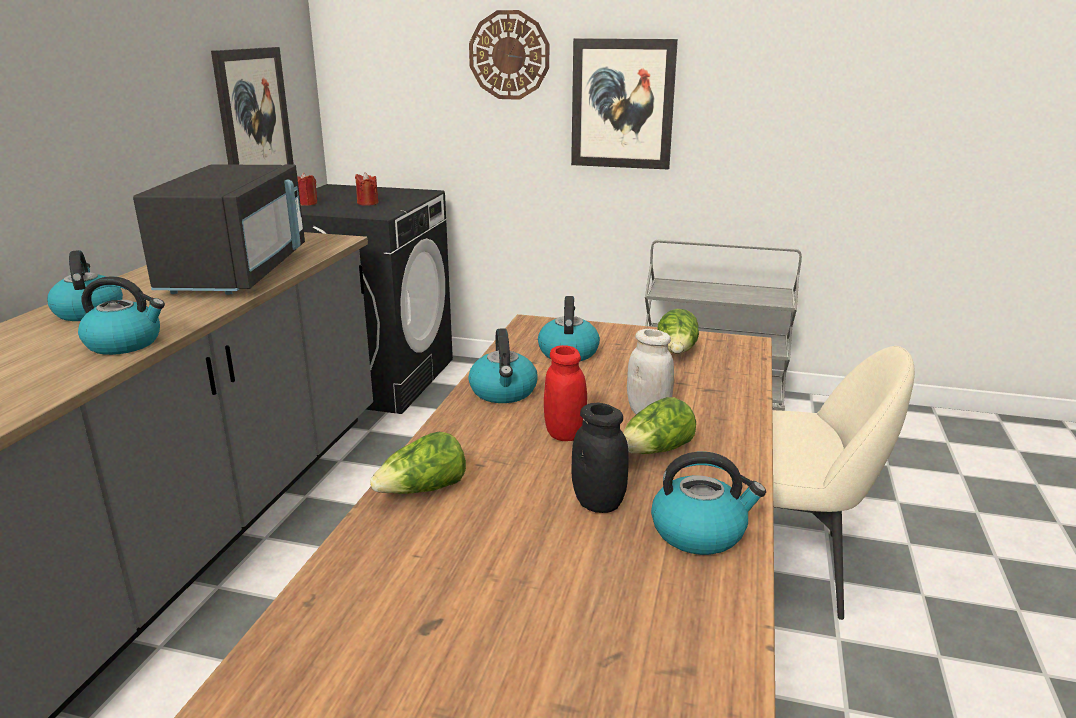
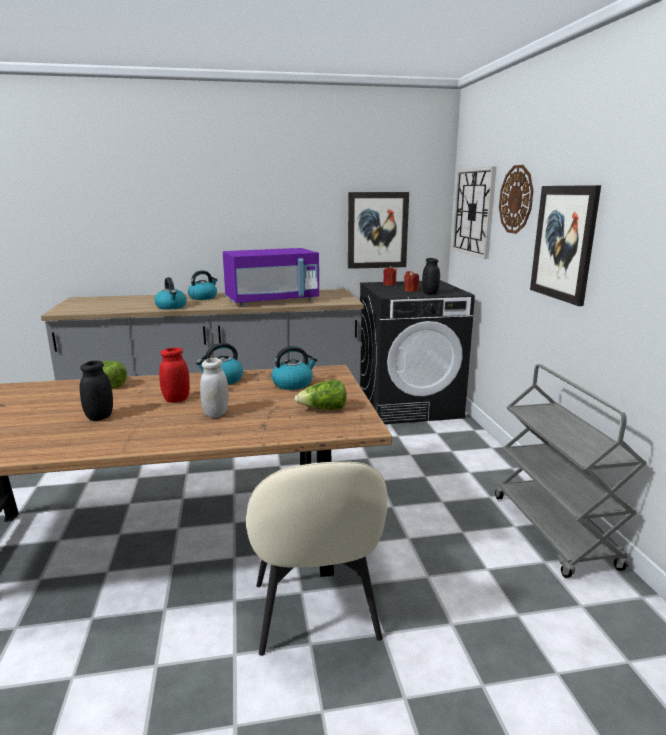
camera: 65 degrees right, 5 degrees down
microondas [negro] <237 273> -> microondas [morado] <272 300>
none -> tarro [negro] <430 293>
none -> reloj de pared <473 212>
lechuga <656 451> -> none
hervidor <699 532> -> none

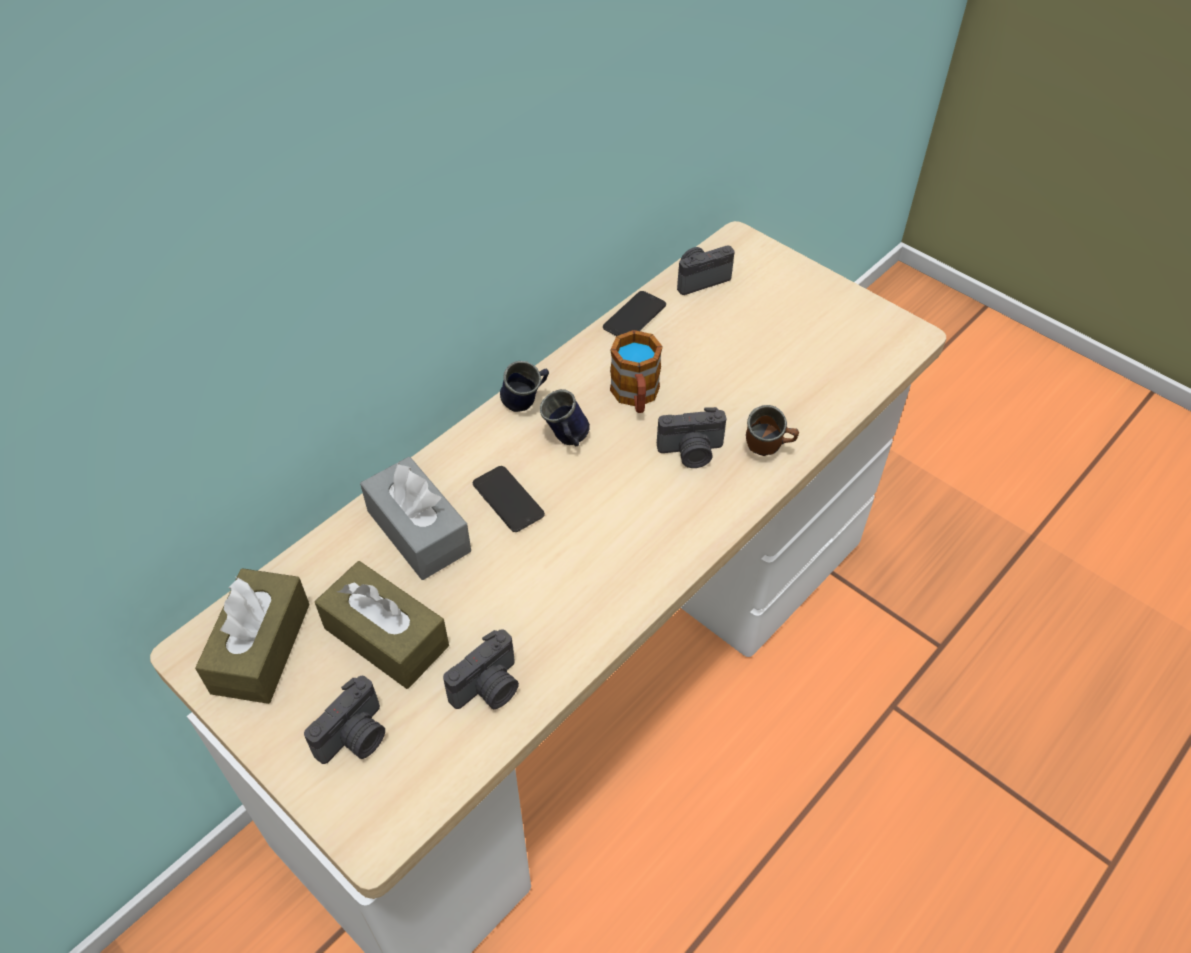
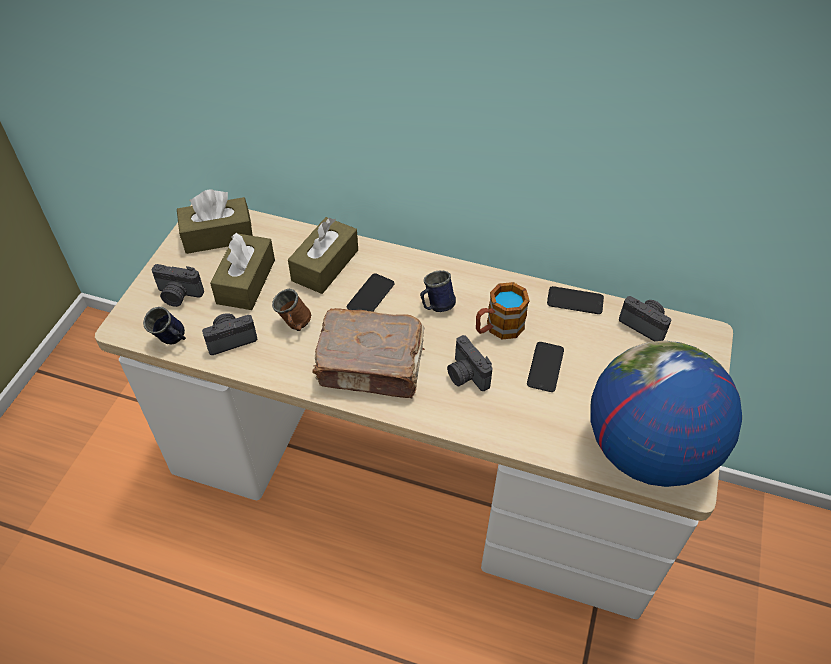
camera: 65 degrees right, 0 degrees up
taza grande [azul] <527 403> -> taza grande [azul] <172 341>, move
cámara <489 688> -> cámara <230 339>, 135 degrees clockwise
taza grande [marrón] <768 450> -> taza grande [marrón] <294 326>, move
caja de pañuelos [gris] <418 531> -> caja de pañuelos [marrón] <325 265>
none -> libro [marrón] <372 366>
none -> móvil <545 367>
none -> globo terráqueo <646 450>

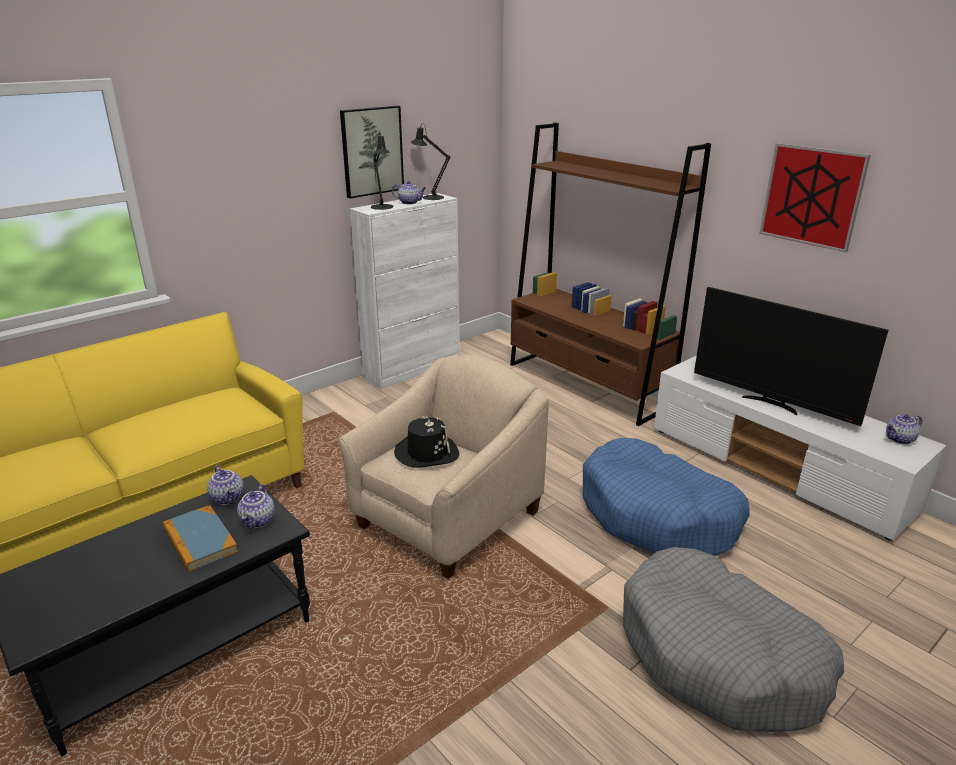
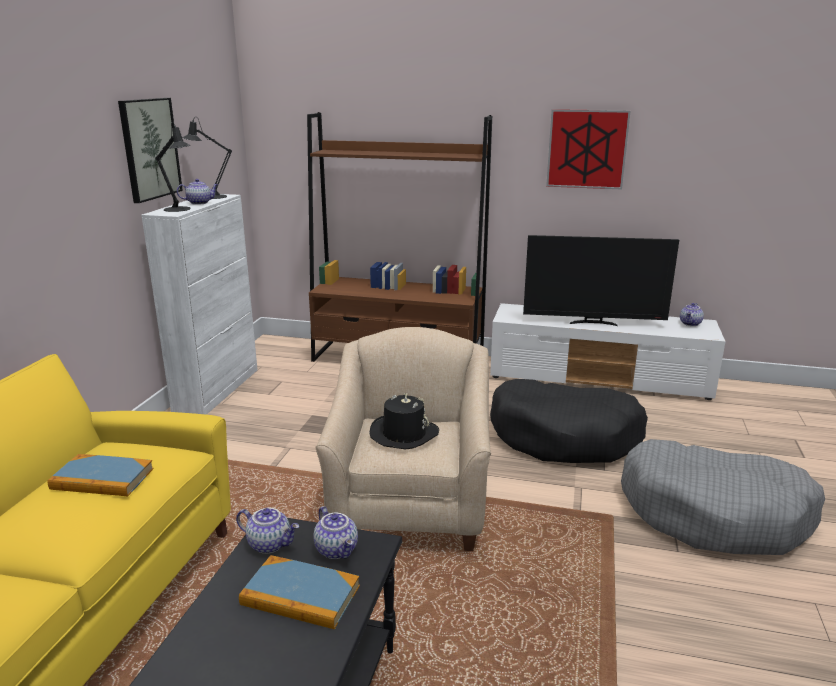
camera: 35 degrees left, 5 degrees down
none -> libro <102 479>
cama para perro [azul] <658 515> -> cama para perro [negro] <564 437>

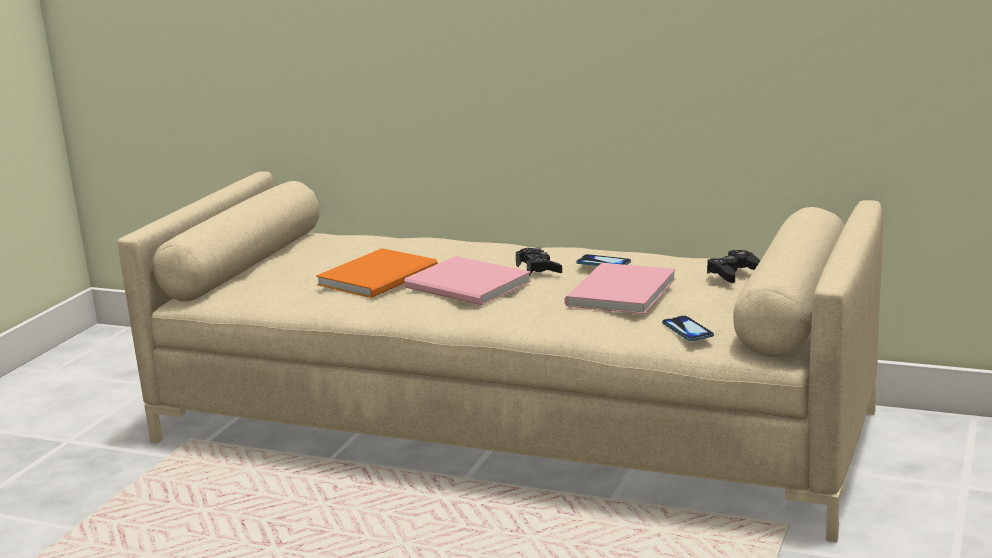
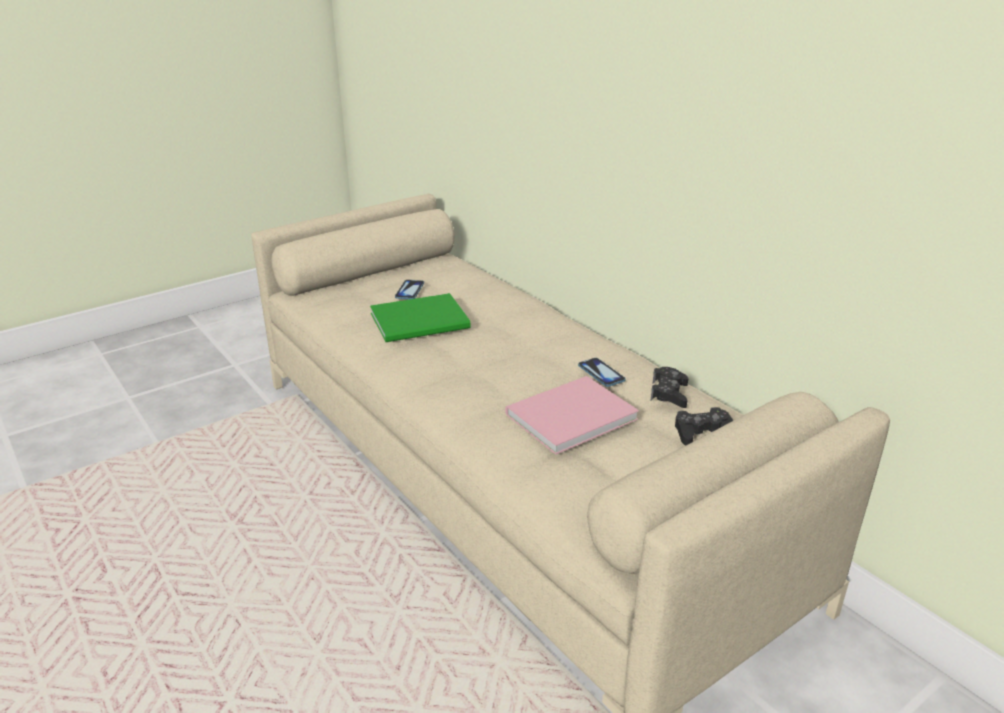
camera: 30 degrees right, 10 degrees up
libro [naranja] <382 276> -> libro [verde] <423 321>
móvil <687 330> -> móvil <409 291>, move
mando de consola [negro] <538 269> -> mando de consola [negro] <669 393>, move
libro [rosa] <468 286> -> none

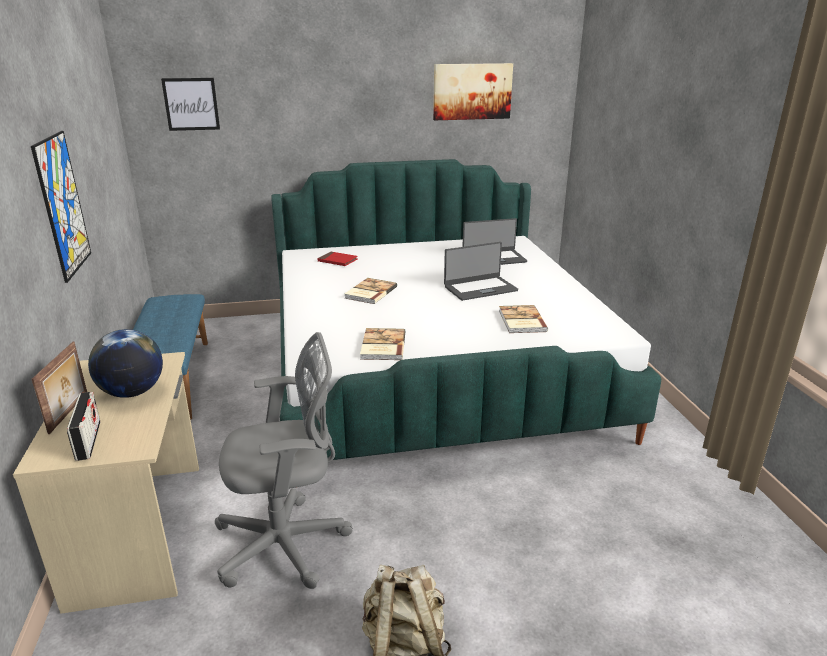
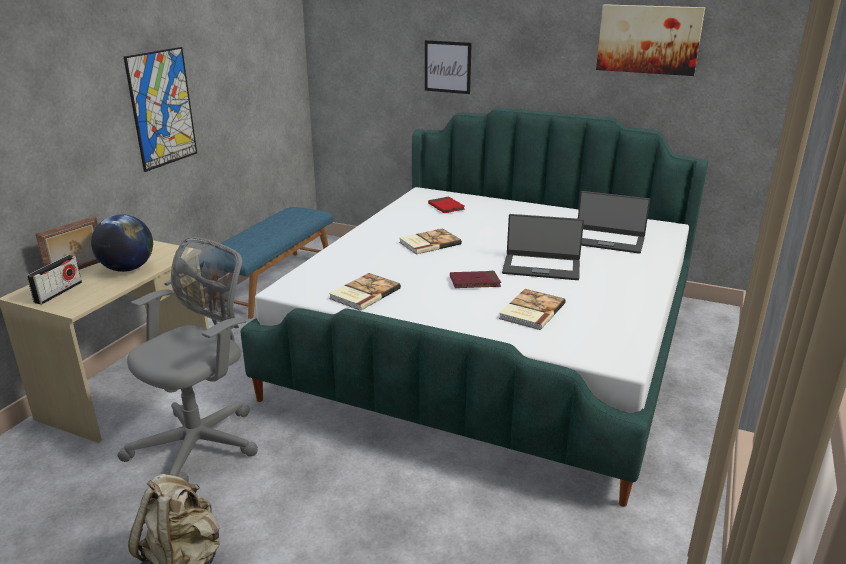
camera: 35 degrees right, 0 degrees up
silla de oficina [gris] <287 544> -> silla de oficina [gris] <201 442>, 75 degrees counterclockwise
cuadro <191 104> -> cuadro <447 67>, move
none -> libro [rojo] <474 282>

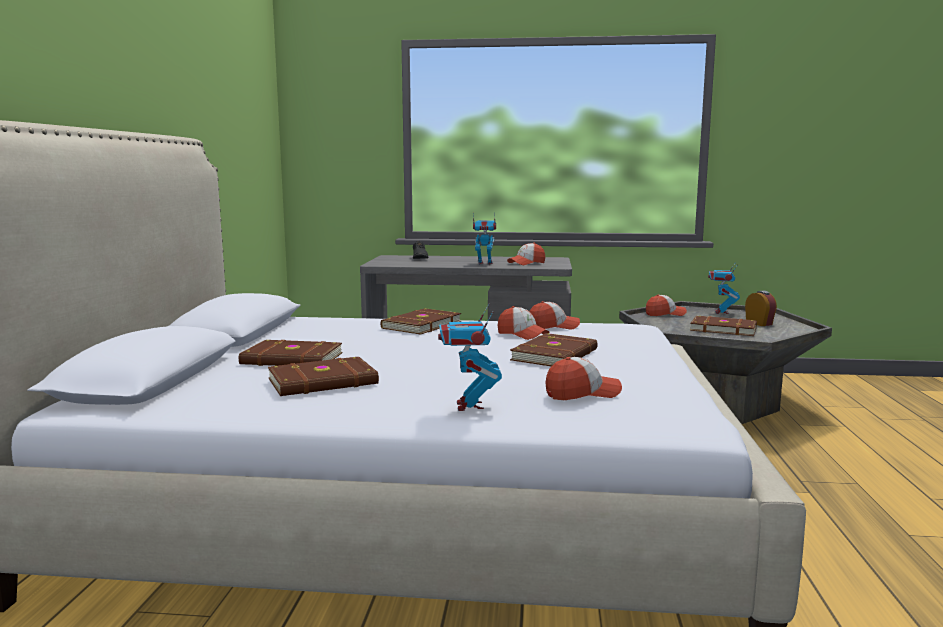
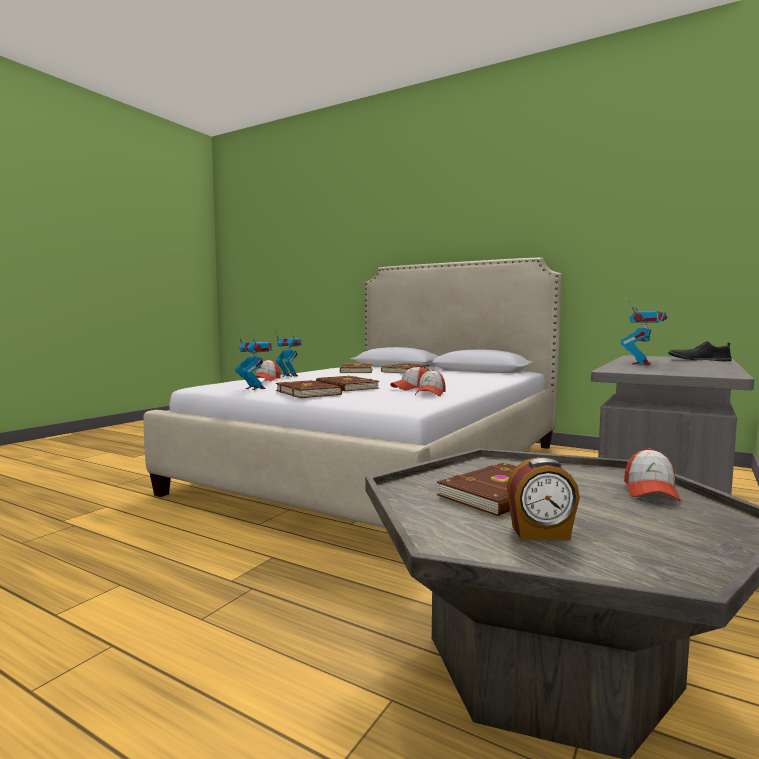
camera: 115 degrees right, 5 degrees down
robot de juguete <721 312> -> robot de juguete <255 388>, move
libro [marrón] <420 325> -> libro [marrón] <308 393>, move
gorra <526 263> -> none

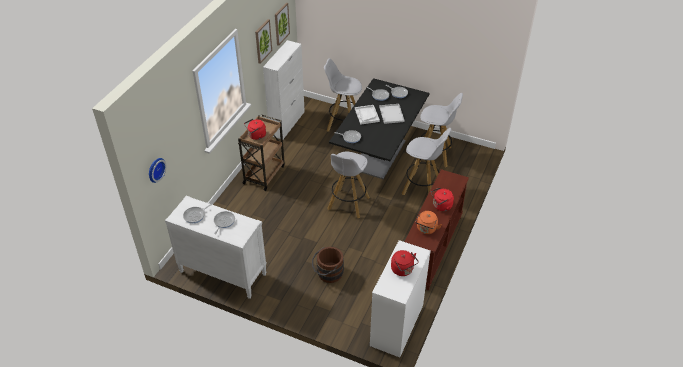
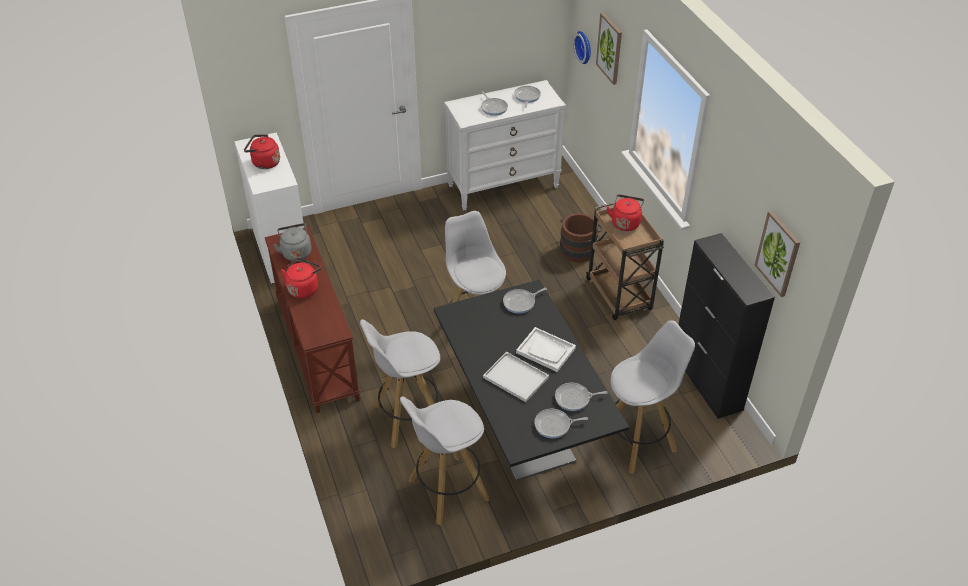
camera: 135 degrees right, 0 degrees up
hervidor [naranja] <426 229> -> hervidor [gris] <296 252>
cubo [marrón] <327 274> -> cubo [marrón] <578 249>, move
cuadro <263 41> -> cuadro <610 48>, move
armario [blanco] <287 123> -> armario [negro] <707 381>

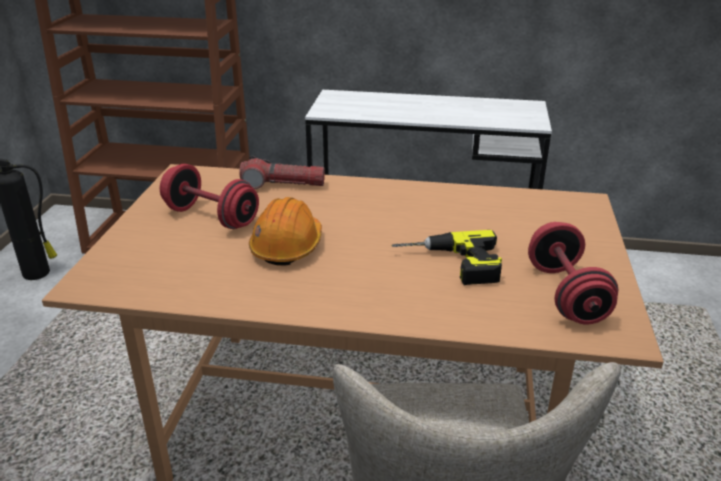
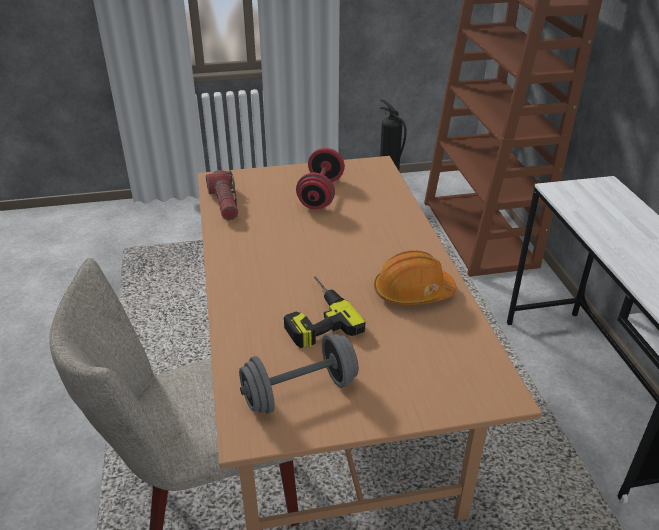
camera: 70 degrees right, 5 degrees up
linterna <283 185> -> linterna <225 203>, move
mancuerna [rojo] <566 294> -> mancuerna [gris] <299 392>
casco [naranja] <287 246> -> casco [naranja] <412 292>, move

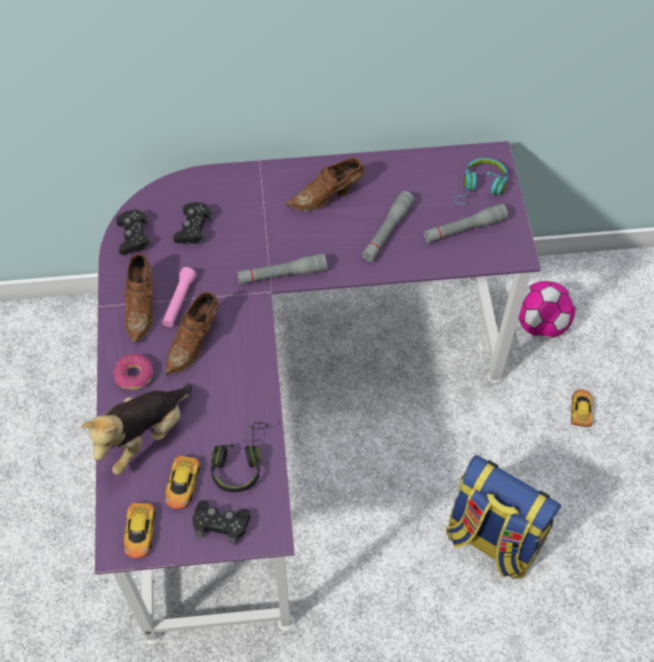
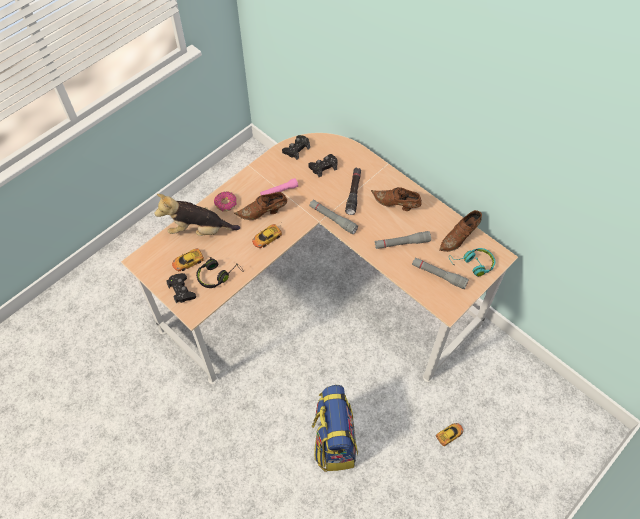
camera: 50 degrees right, 0 degrees up
escritorio [morado] <283 407> -> escritorio [beis] <319 295>
coche de juguete <139 532> -> coche de juguete <267 238>, move
none -> linterna [negro] <353 193>
zapato [marrón] <142 306> -> zapato [marrón] <459 237>, move
balón de fútbol <540 324> -> none

